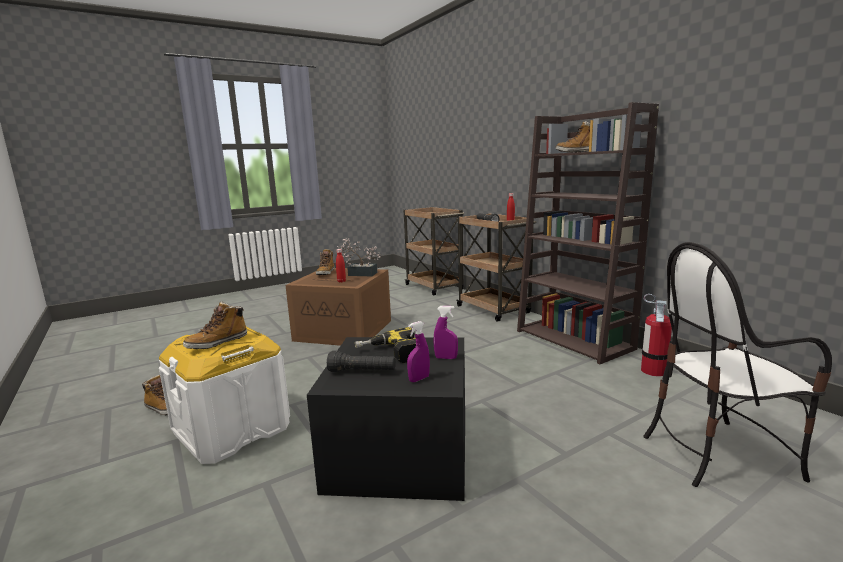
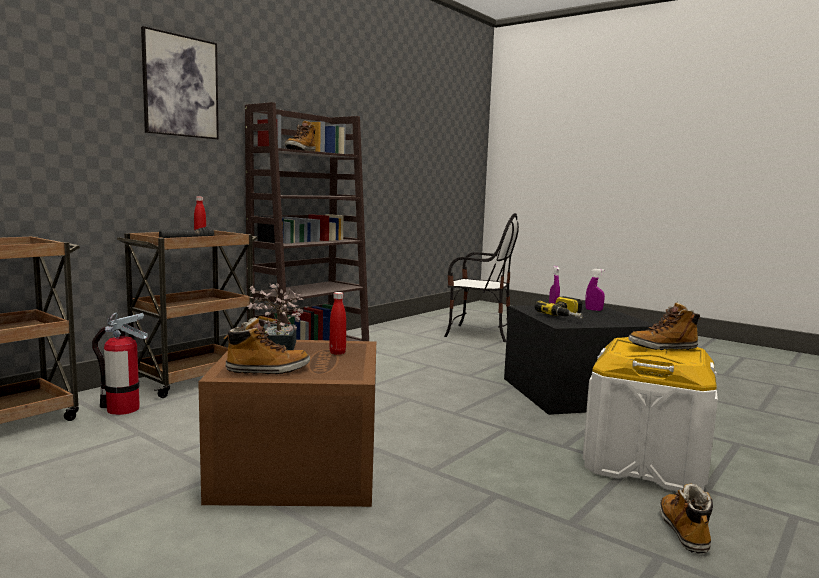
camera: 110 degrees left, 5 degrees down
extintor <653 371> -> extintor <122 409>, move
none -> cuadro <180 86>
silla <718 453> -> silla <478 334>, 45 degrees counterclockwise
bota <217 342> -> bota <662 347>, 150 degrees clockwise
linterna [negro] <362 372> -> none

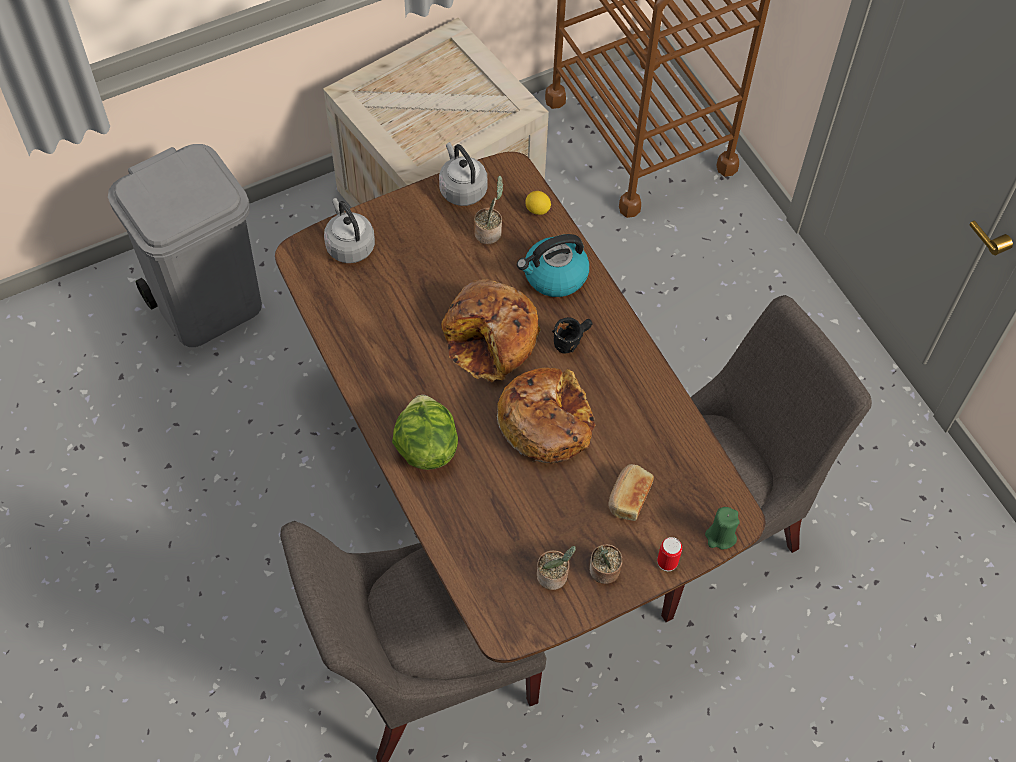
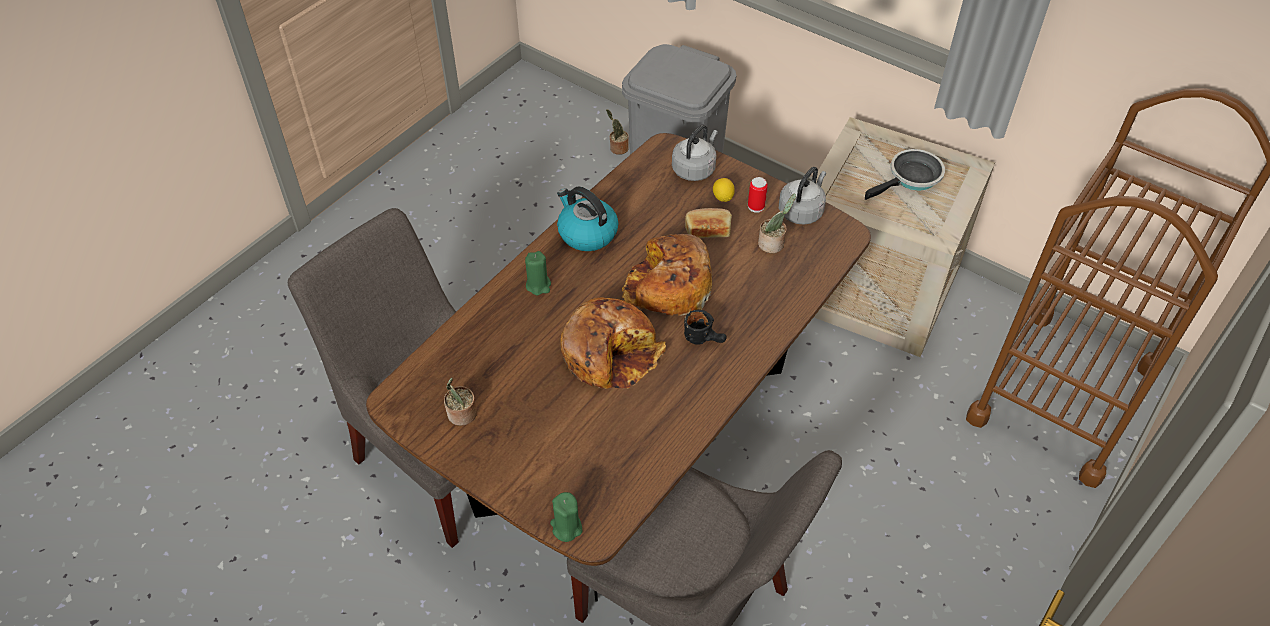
camera: 65 degrees right, 10 degrees down
lechuga <426 447> -> vela [verde] <538 285>
hervidor <554 276> -> hervidor <586 233>, move
planta en maceta <604 571> -> planta en maceta <617 148>, move
pan <628 497> -> pan <708 230>, move
limón <537 210> -> limón <723 197>, move
lata <667 562> -> lata <756 206>, move
none -> sartén <911 178>

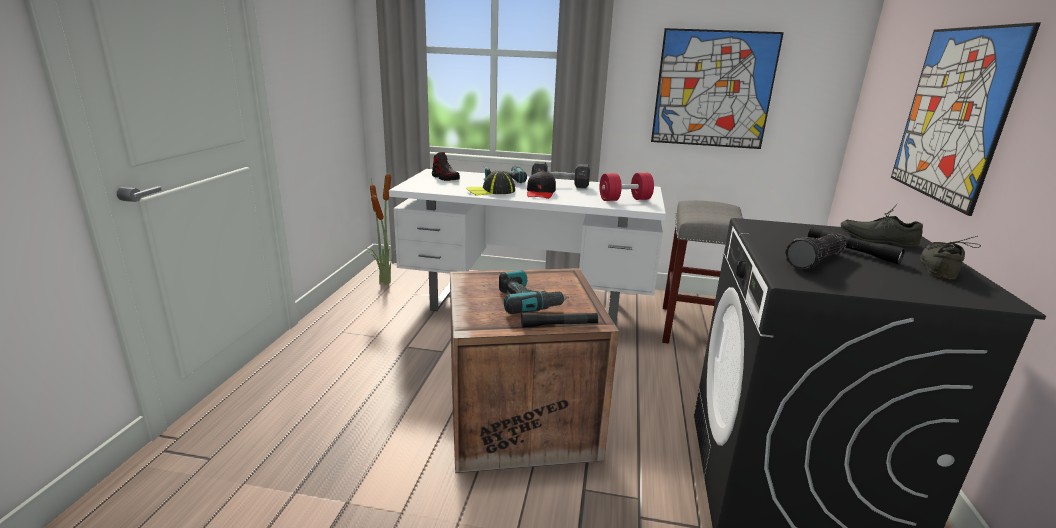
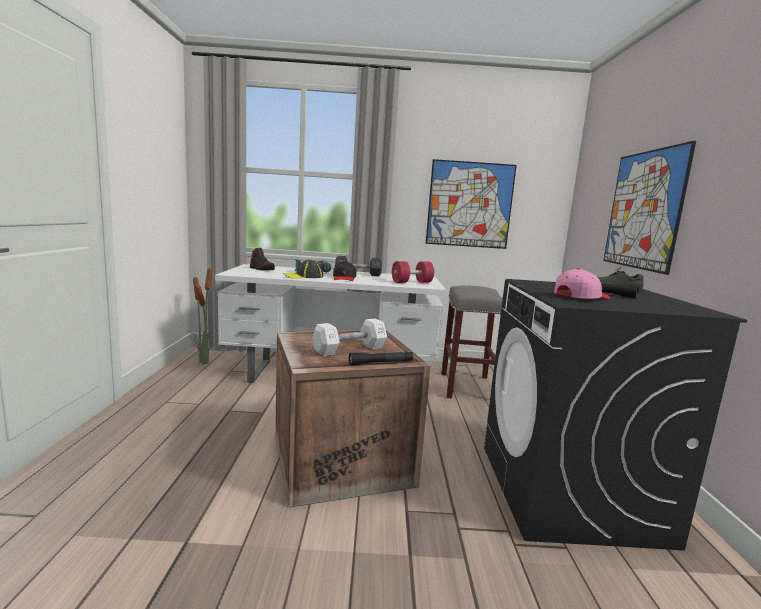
camera: 10 degrees left, 10 degrees down
taladro <527 302> -> mancuerna [blanco] <349 349>
linterna <817 261> -> gorra [rosa] <581 297>
zapato [gris] <942 267> -> none

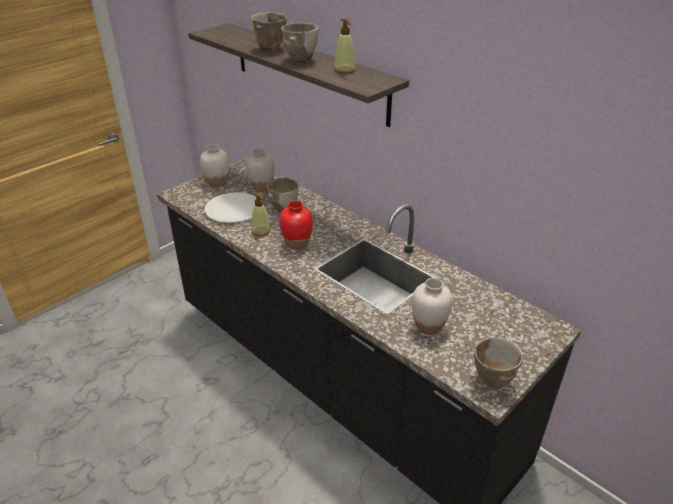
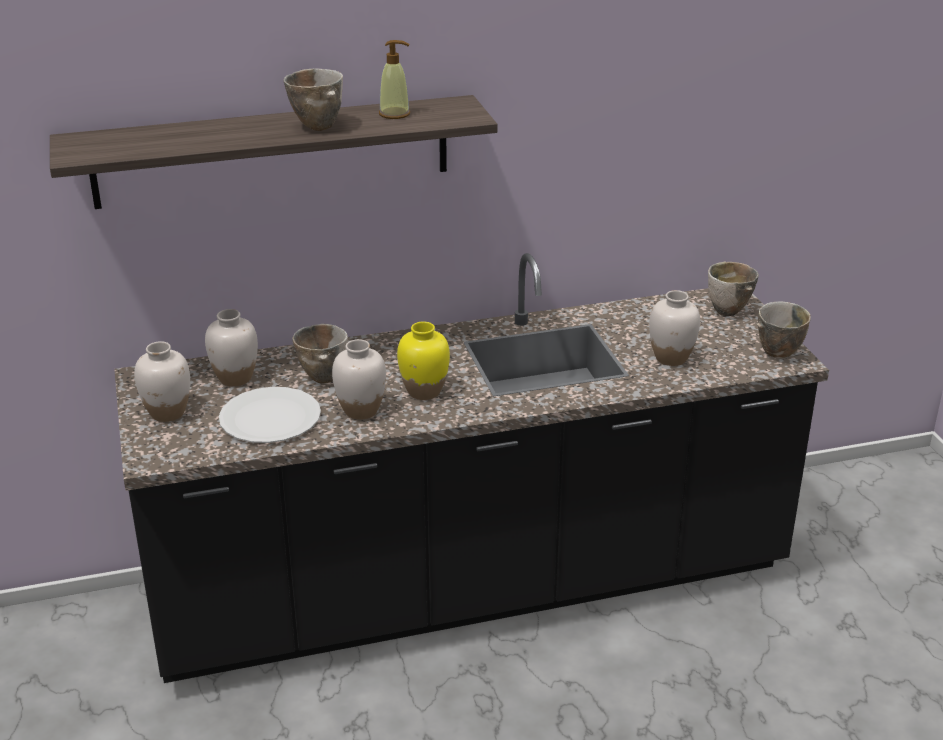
camera: 60 degrees left, 5 degrees down
dispensador de jabón <261 231> -> florero [blanco] <360 410>
florero [rojo] <297 244> -> florero [amarillo] <424 392>
cuenco <269 49> -> cuenco <728 311>, move

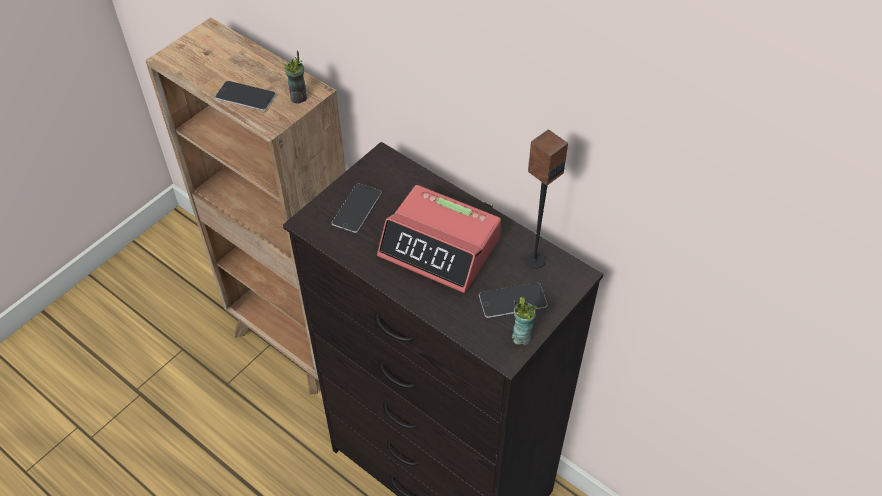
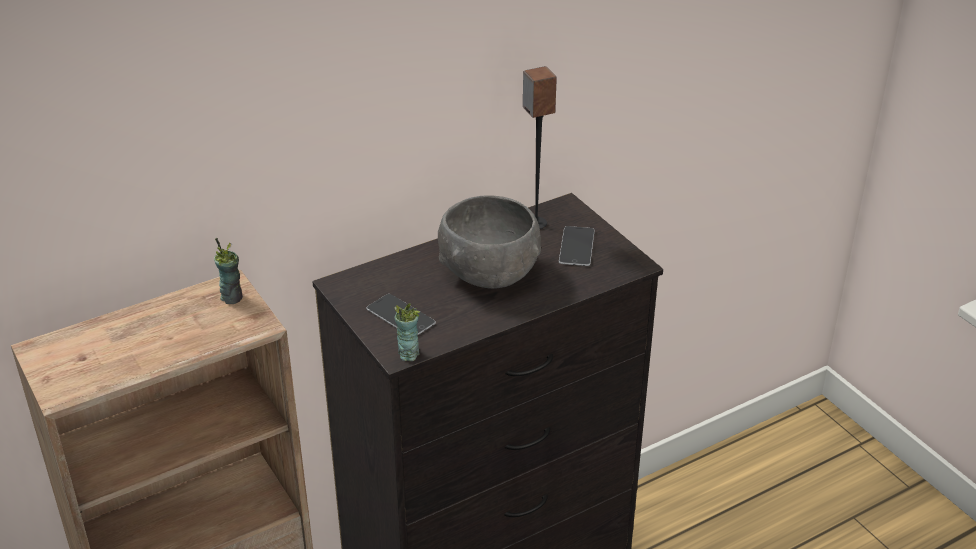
camera: 70 degrees left, 15 degrees down
taza <521 336> -> taza <408 354>, move
despertador <440 248> -> cuenco [gris] <489 273>
móvil <245 96> -> none

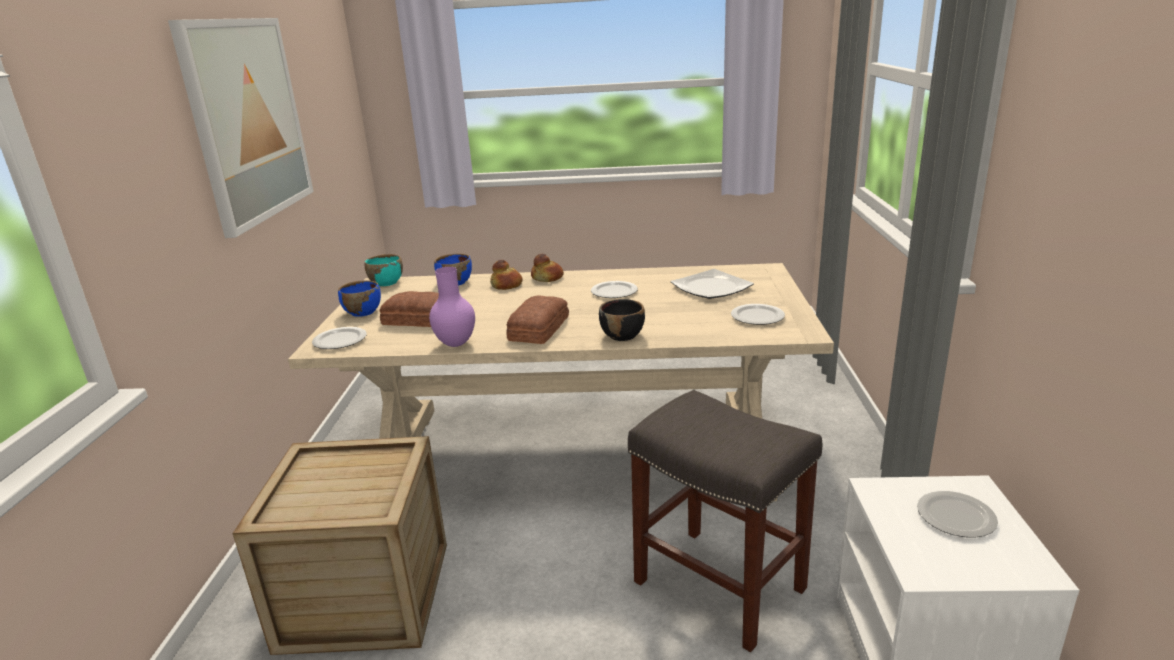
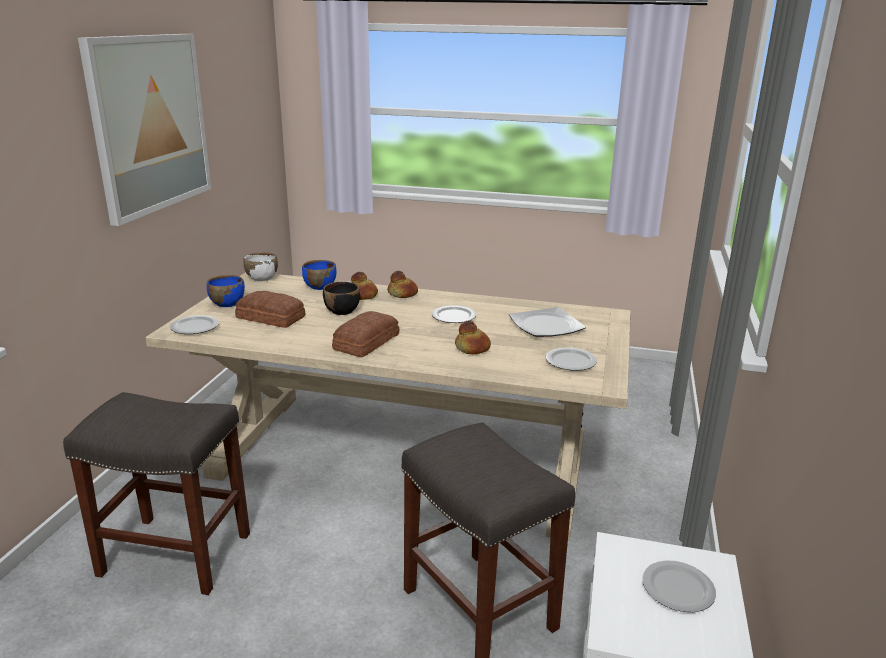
camera: 10 degrees right, 0 degrees up
caja de embalaje <366 595> -> taburete [gris] <173 554>
cuenco [turquesa] <386 282> -> cuenco [blanco] <262 278>
cuenco [negro] <622 335> -> cuenco [negro] <342 311>, move
none -> pan <473 348>
florero [morado] <457 344> -> none

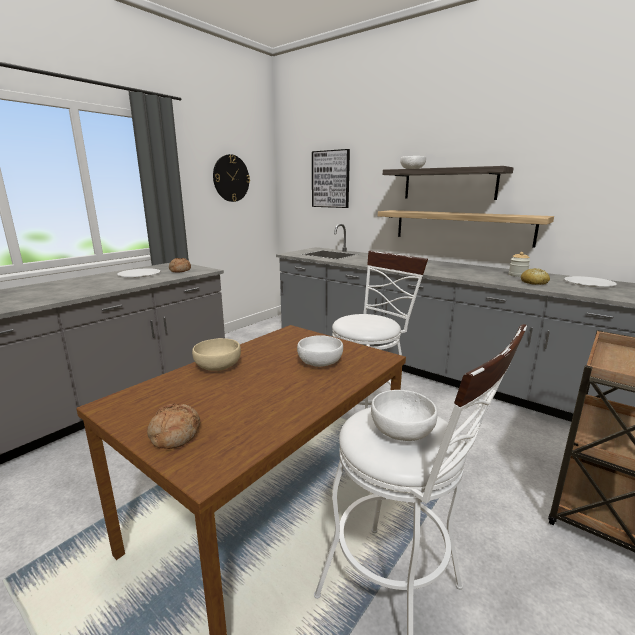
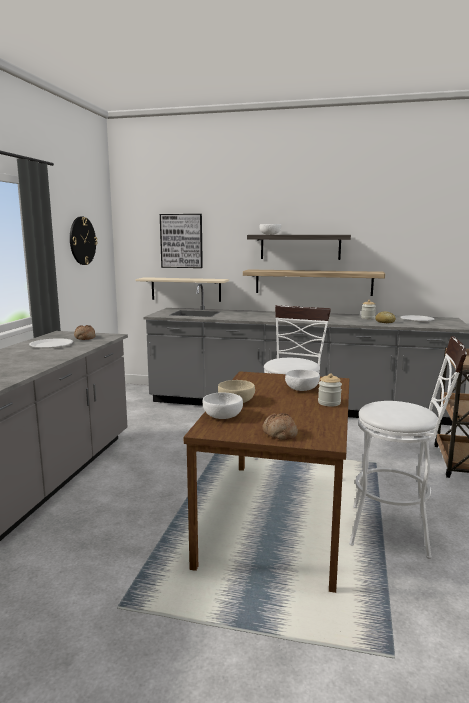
camera: 25 degrees left, 5 degrees down
none -> estante [beis] <186 289>
cuenco [blanco] <401 431> -> cuenco [blanco] <222 416>, move
none -> tarro <329 403>

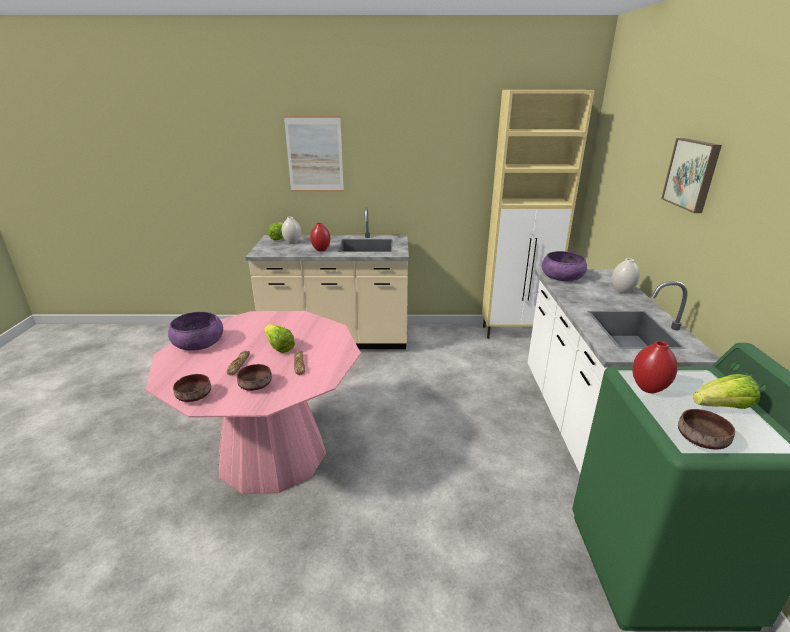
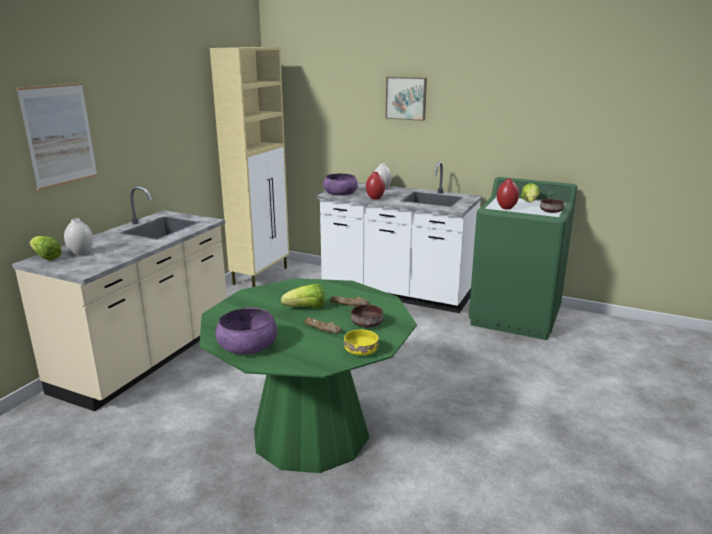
camera: 65 degrees left, 5 degrees down
mesa de comedor [rosa] <272 453> -> mesa de comedor [verde] <311 433>
cuenco [marrón] <194 396> -> cuenco [amarillo] <362 351>
florero [rojo] <321 250> -> florero [rojo] <375 198>, move

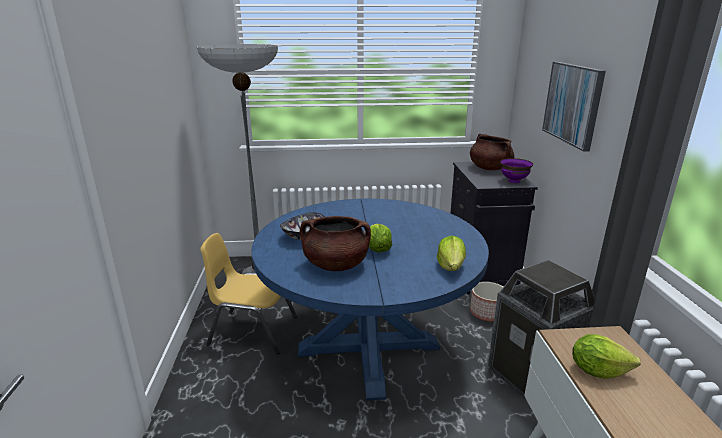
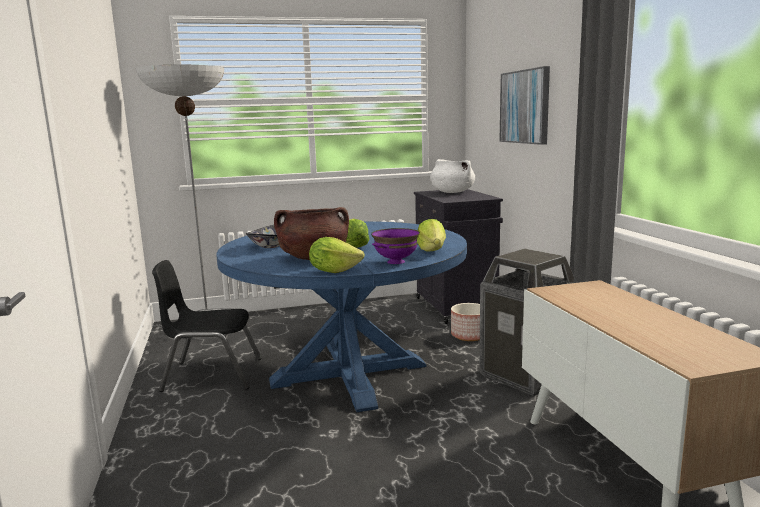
camera: 10 degrees left, 10 degrees down
silla [amarillo] <253 330> -> silla [negro] <212 375>
lechuga <597 370> -> lechuga <334 271>, move
cuenco [morado] <513 181> -> cuenco [morado] <395 262>, move
olla [marrón] <489 168> -> olla [blanco] <452 192>

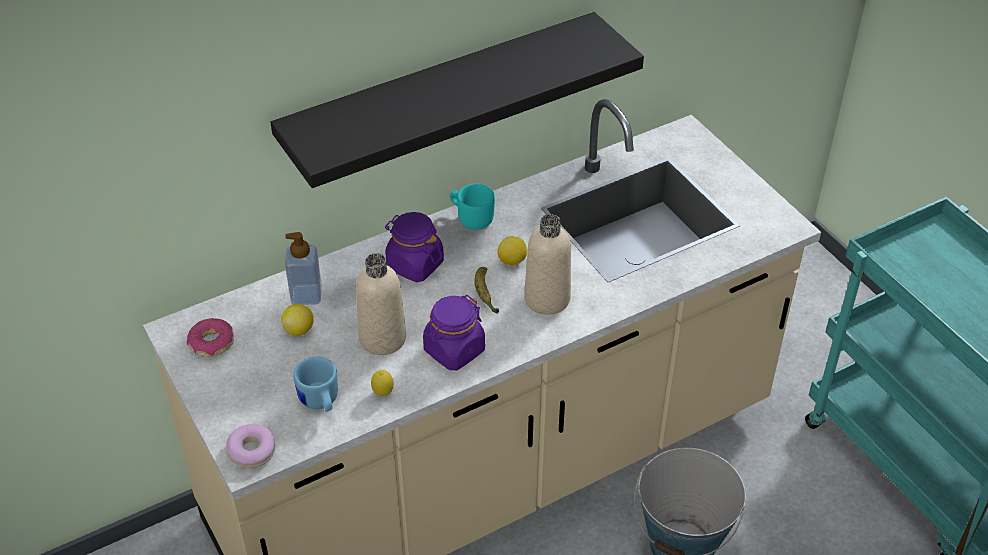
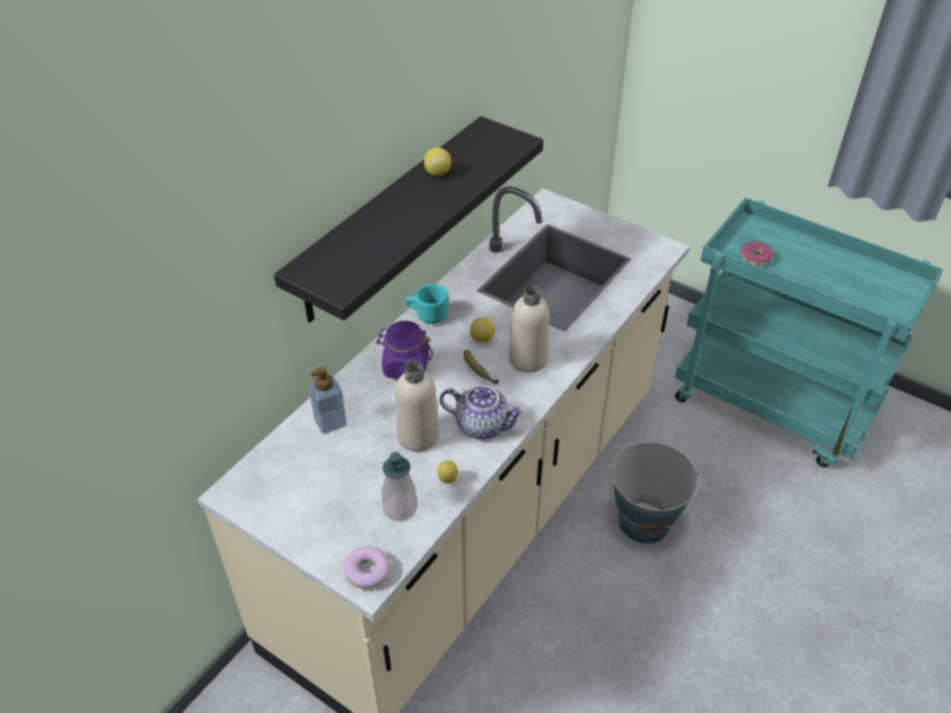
camera: 25 degrees left, 0 degrees up
taza grande [azul] <320 402> -> dispensador de jabón <400 508>
limón <299 330> -> limón <438 173>, move
tarro [morado] <454 350> -> tetera <482 425>
rosquilla <211 343> -> rosquilla <755 258>, move

